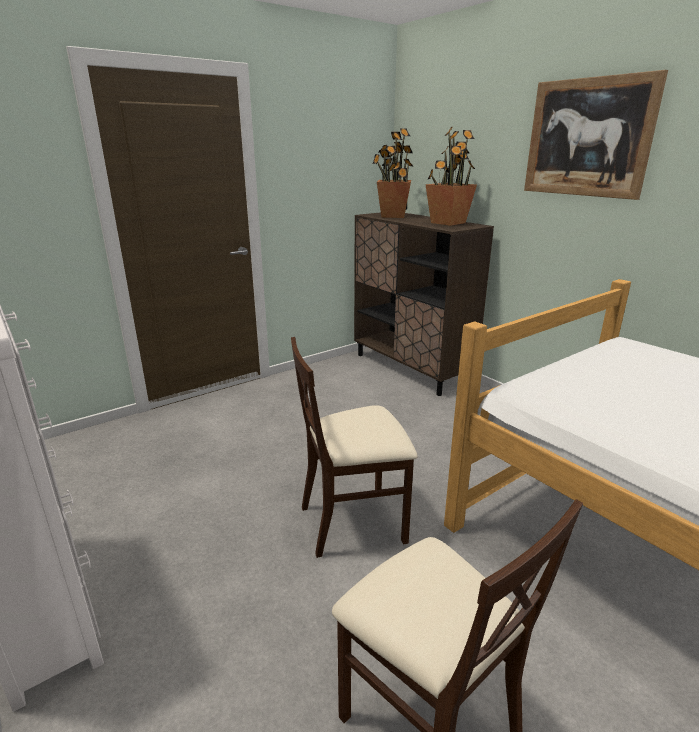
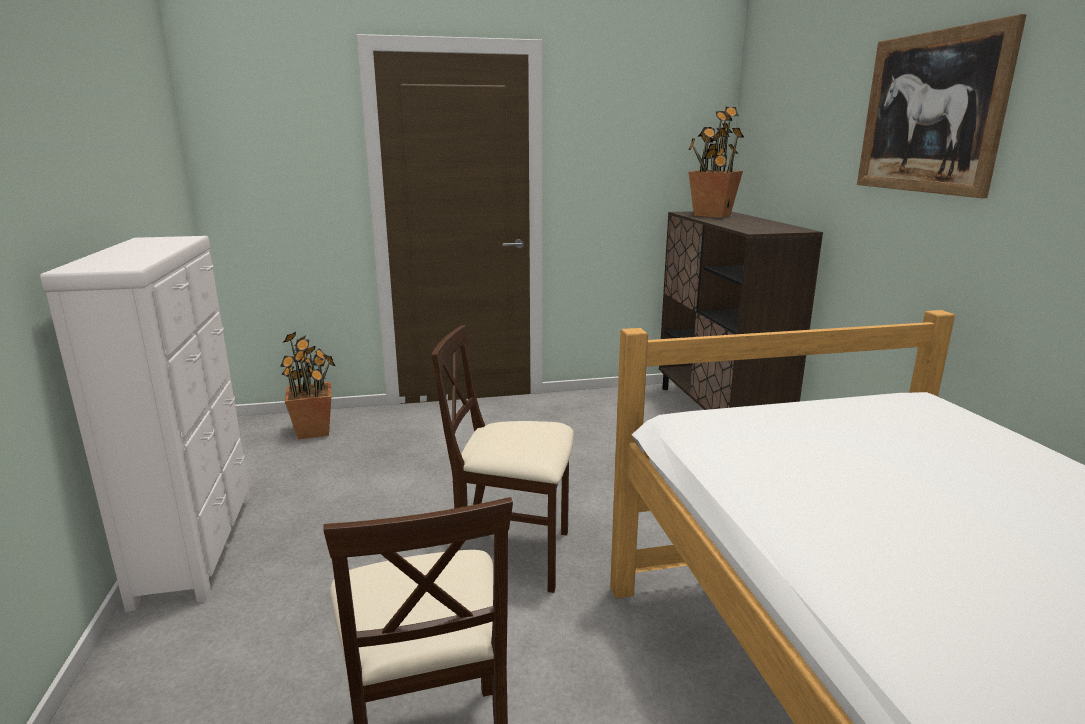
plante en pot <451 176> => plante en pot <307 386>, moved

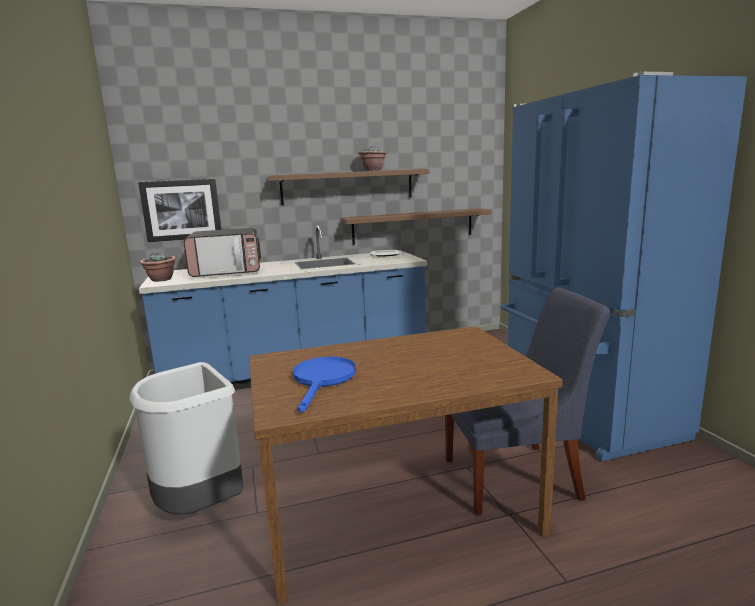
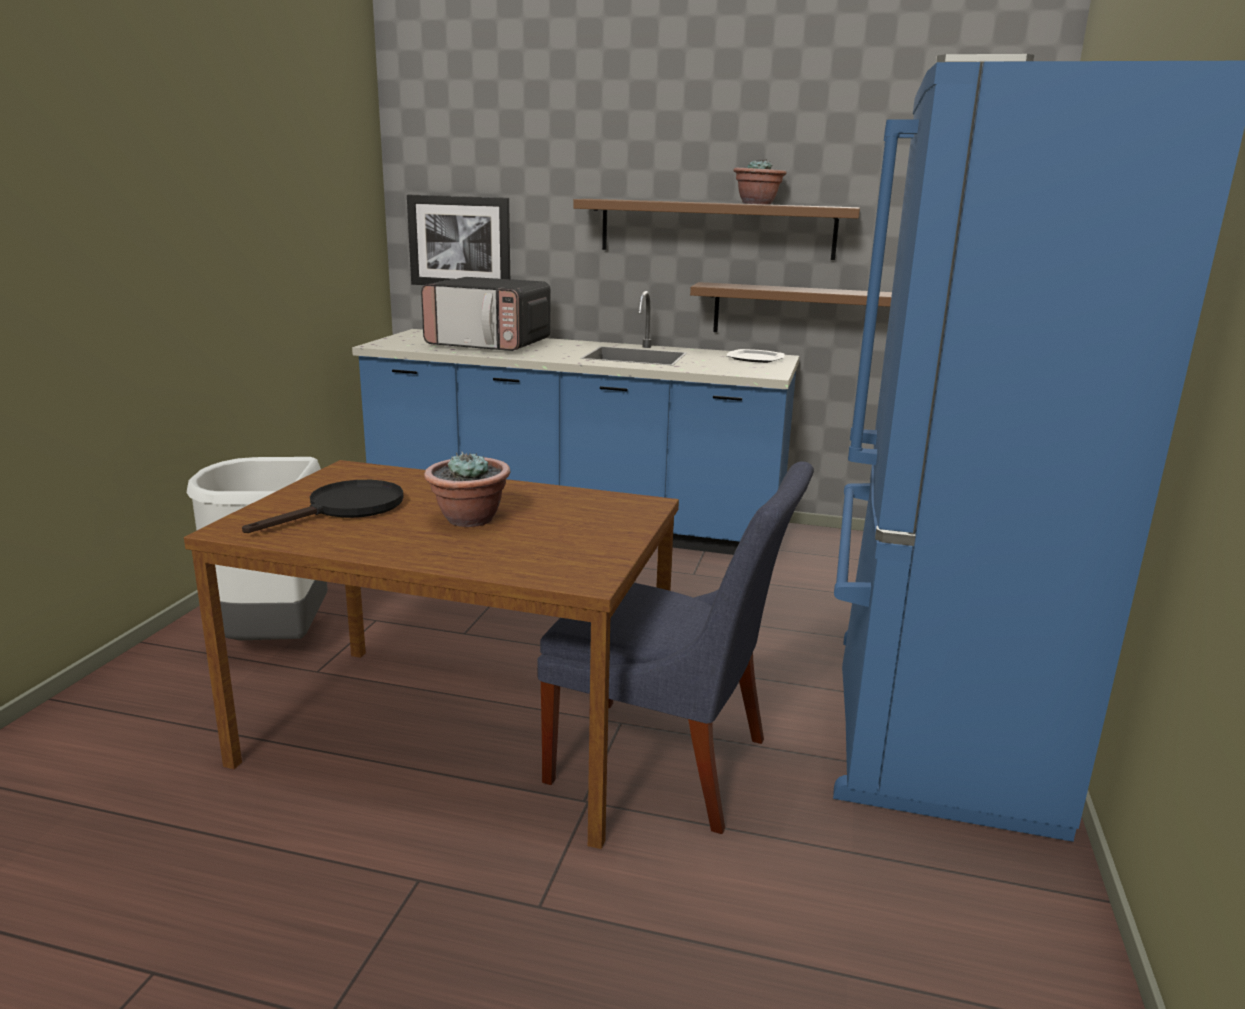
poêle (bleu) <324 384> => poêle (noir) <322 506>
plante en pot <158 267> => plante en pot <467 489>, moved

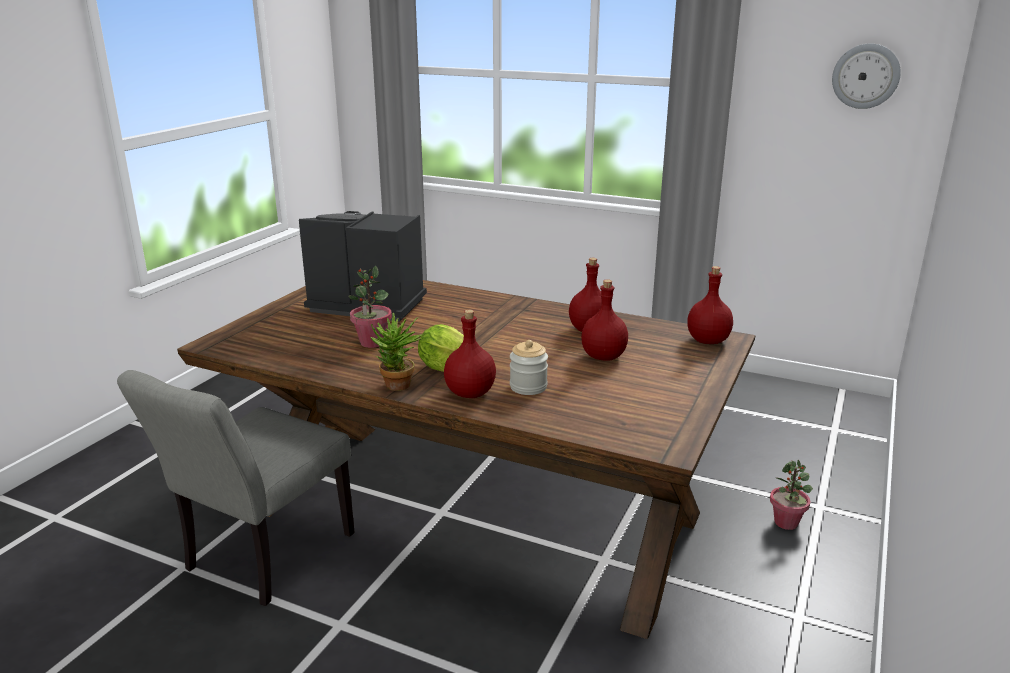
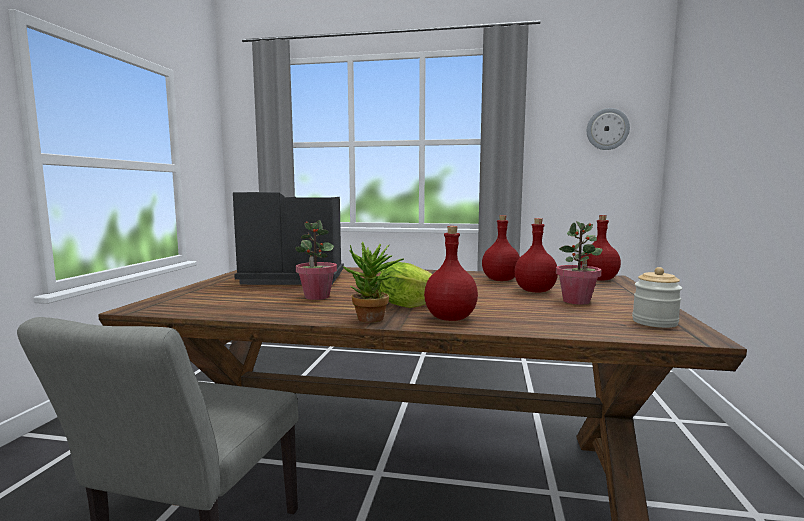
plante en pot <791 495> => plante en pot <579 263>, moved
bocal <529 367> => bocal <657 297>, moved

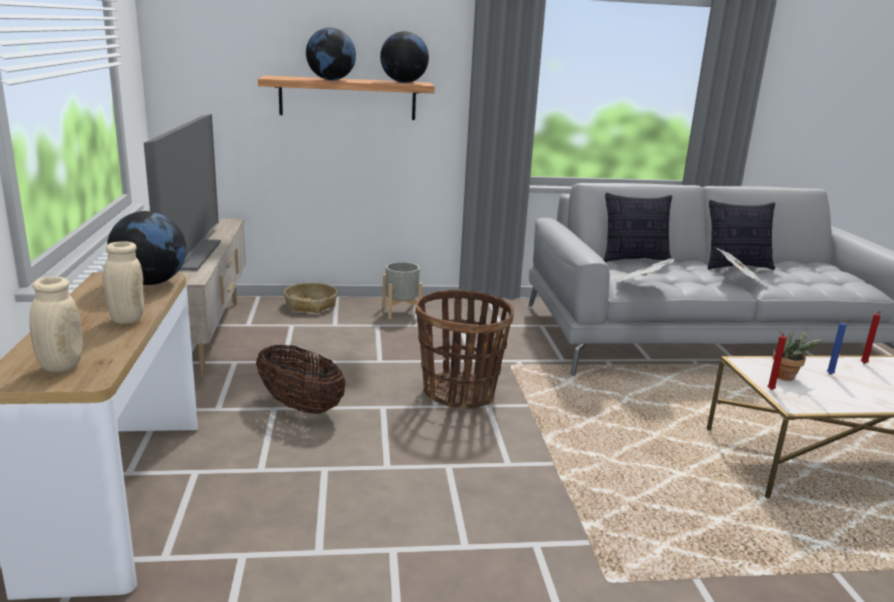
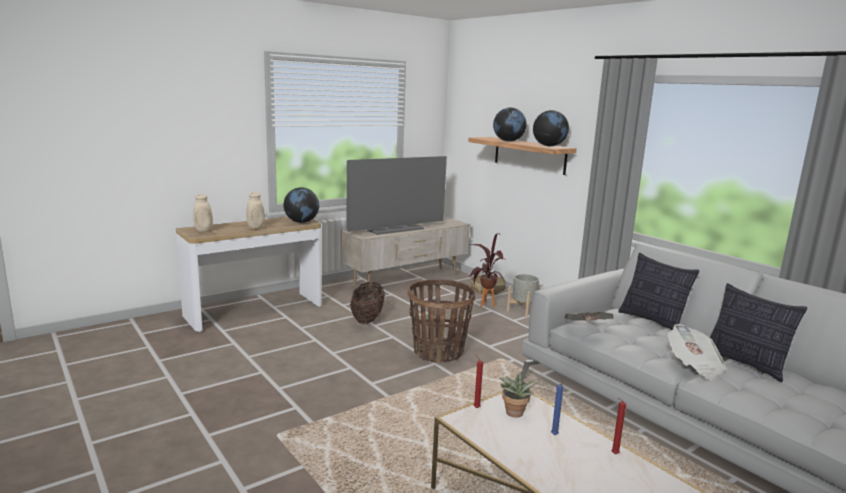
nothing => plante en pot <486 270>

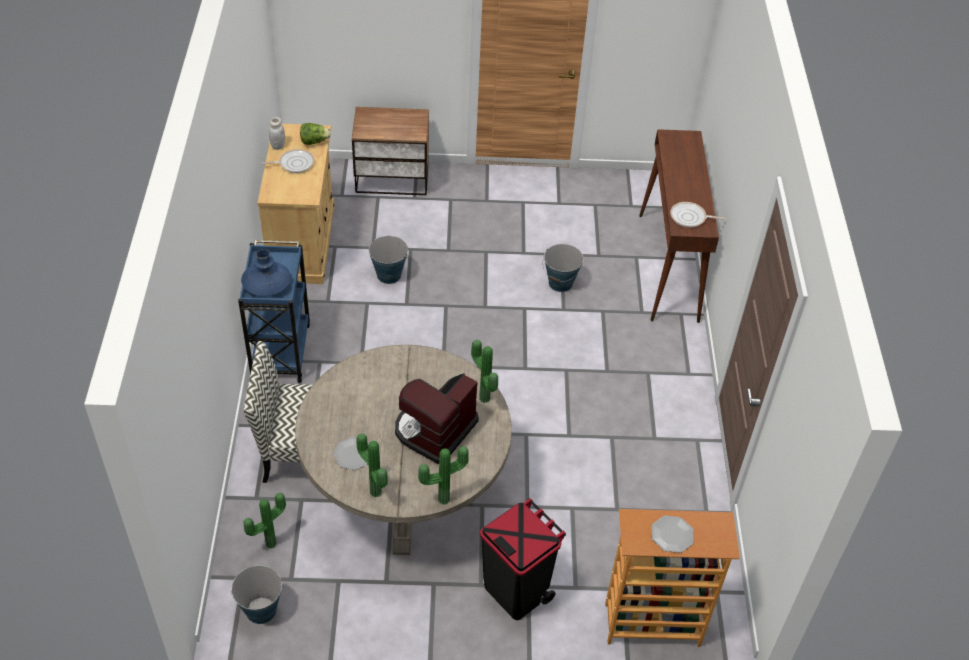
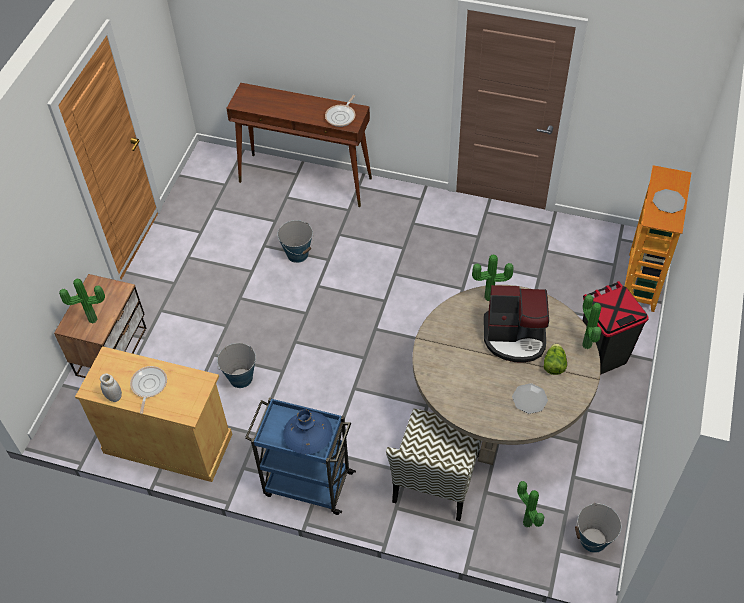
plante en pot <372 465> => plante en pot <82 301>, moved
machine à café <437 418> => machine à café <516 323>, 45 degrees counterclockwise
laitue <315 134> => laitue <555 359>, moved

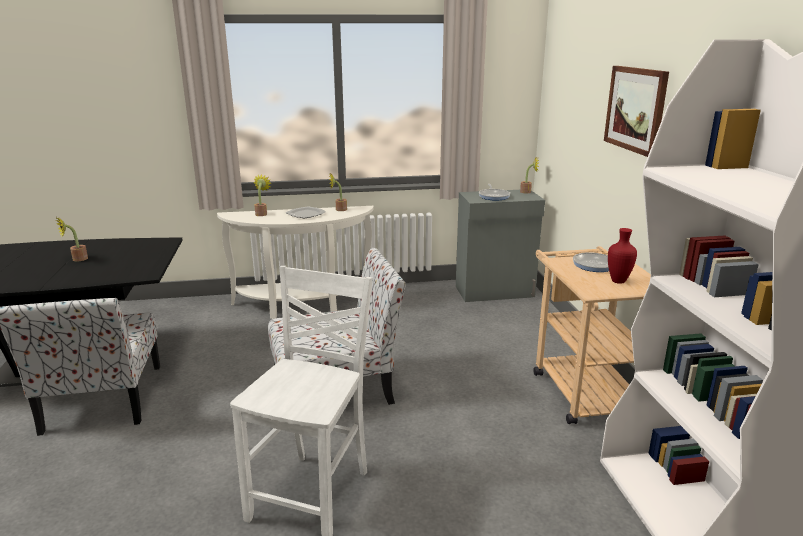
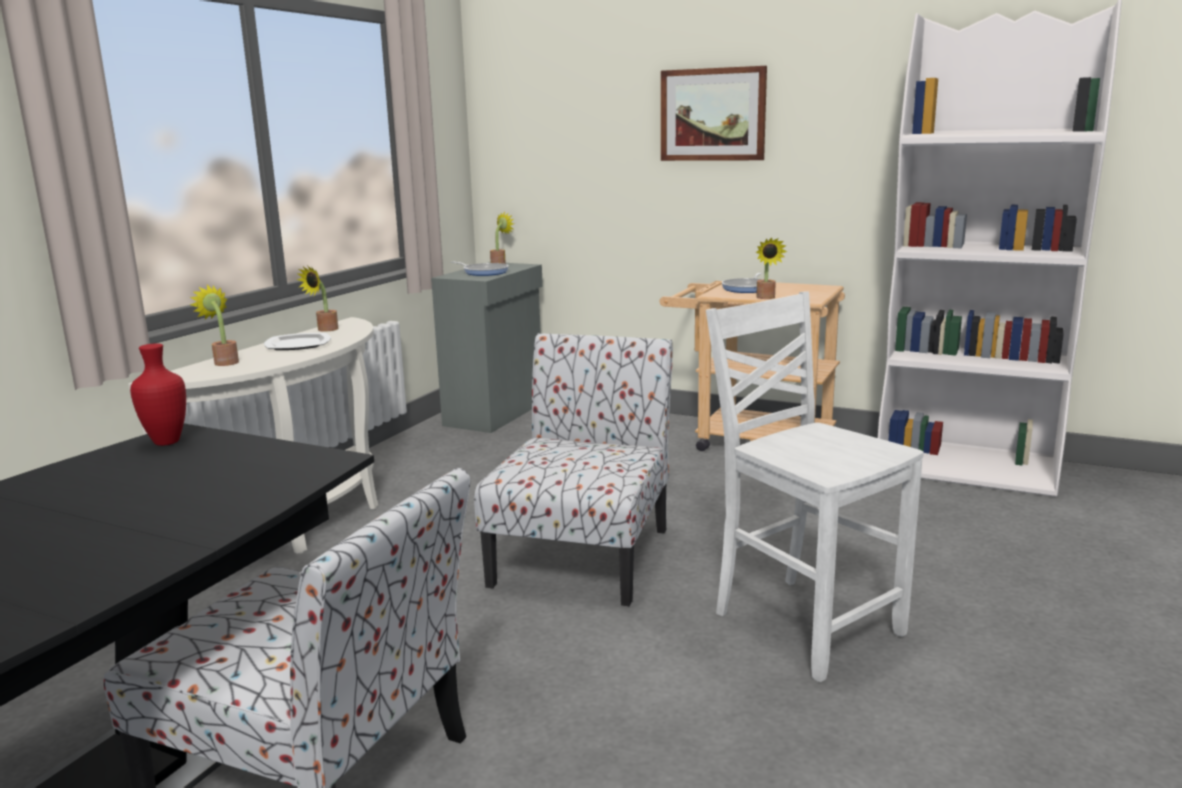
vase (rouge) <622 256> => vase (rouge) <158 394>, moved
plante en pot <71 239> => plante en pot <771 268>, moved

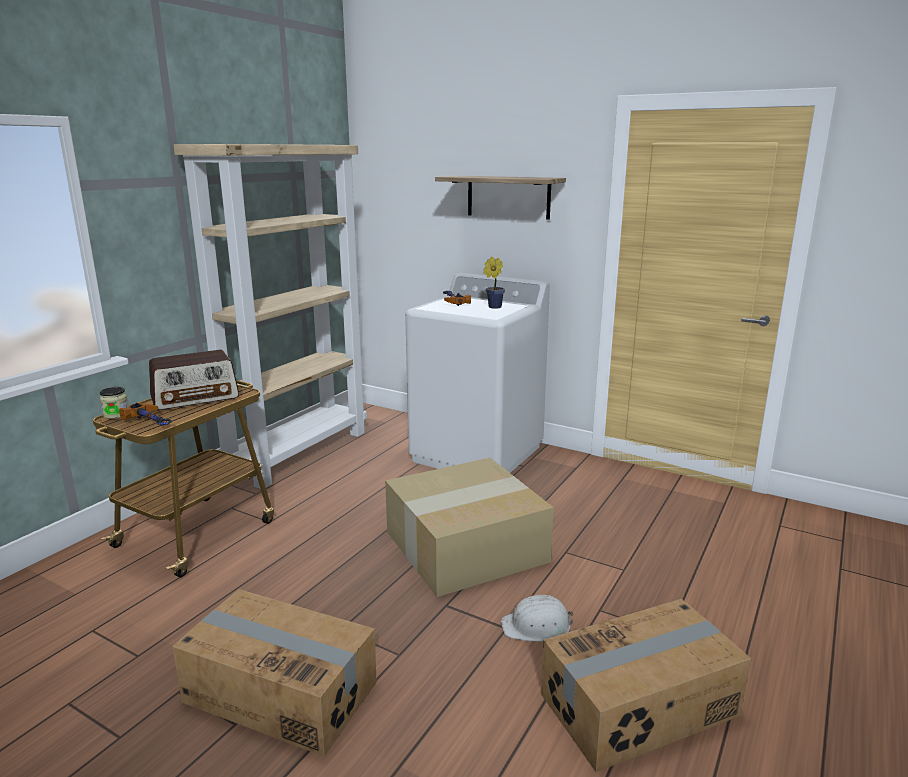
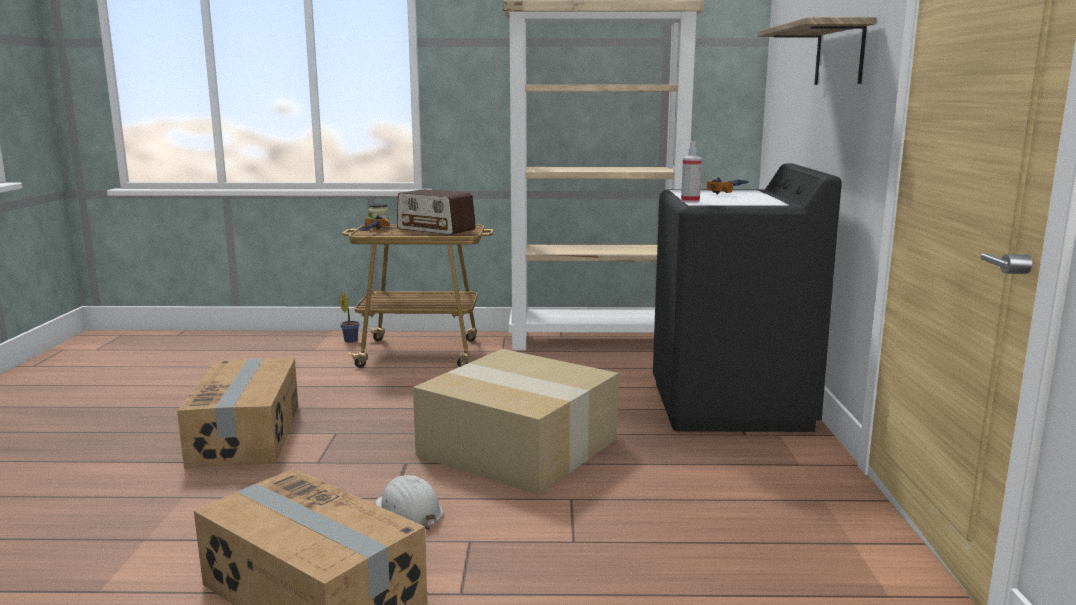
plante en pot <494 283> => plante en pot <349 317>, moved
lave-linge (blanc) <477 373> => lave-linge (noir) <747 298>
nothing => vaporisateur <691 172>

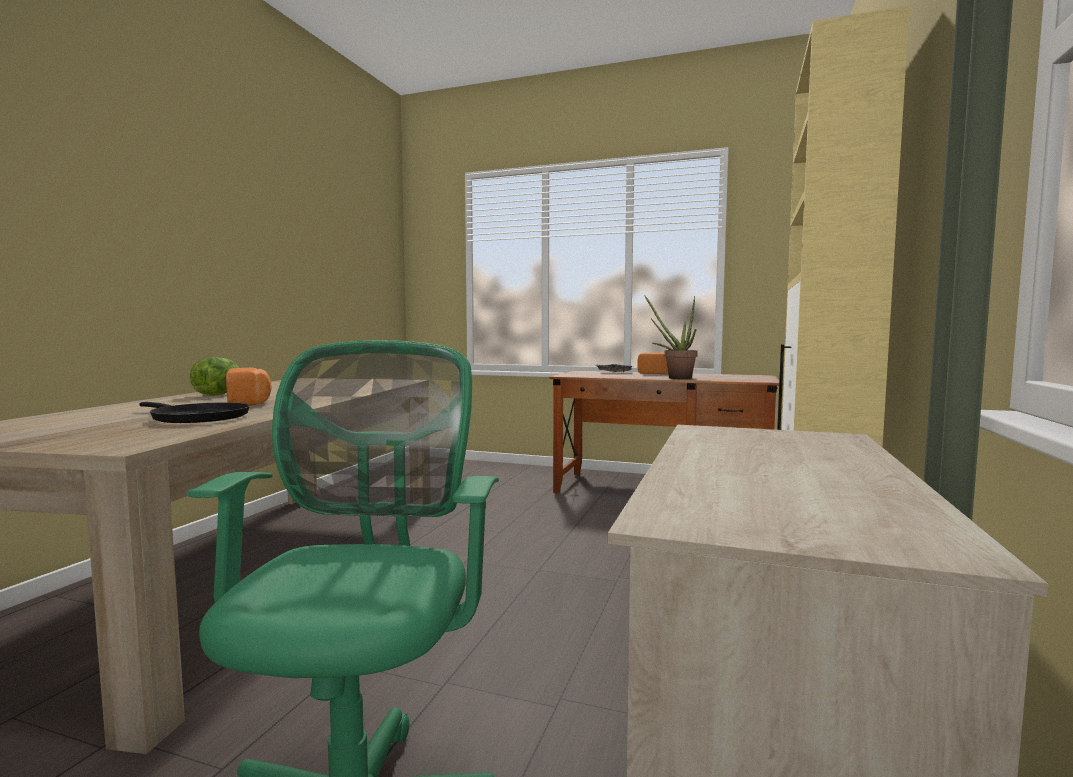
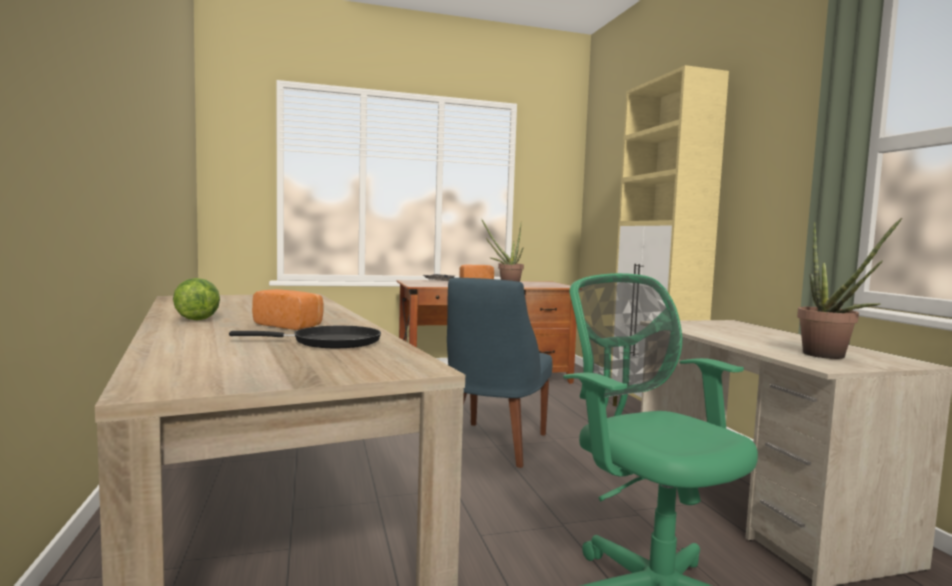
nothing => chaise (bleu) <499 373>
nothing => plante en pot <849 288>

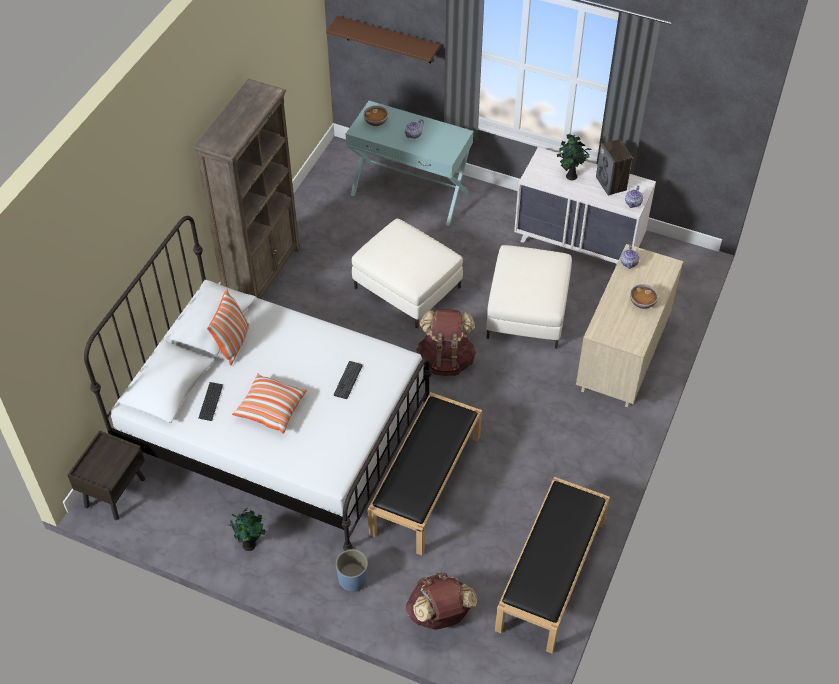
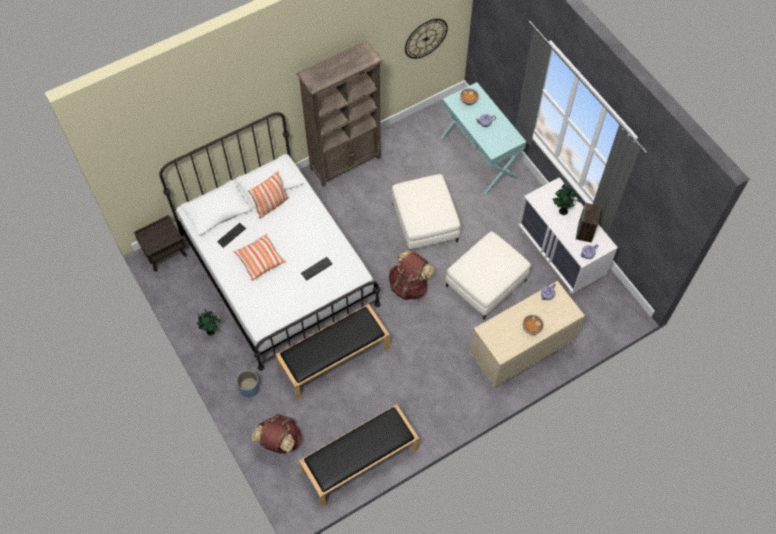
nothing => horloge murale <426 39>
étagère (marron) <383 39> => nothing

